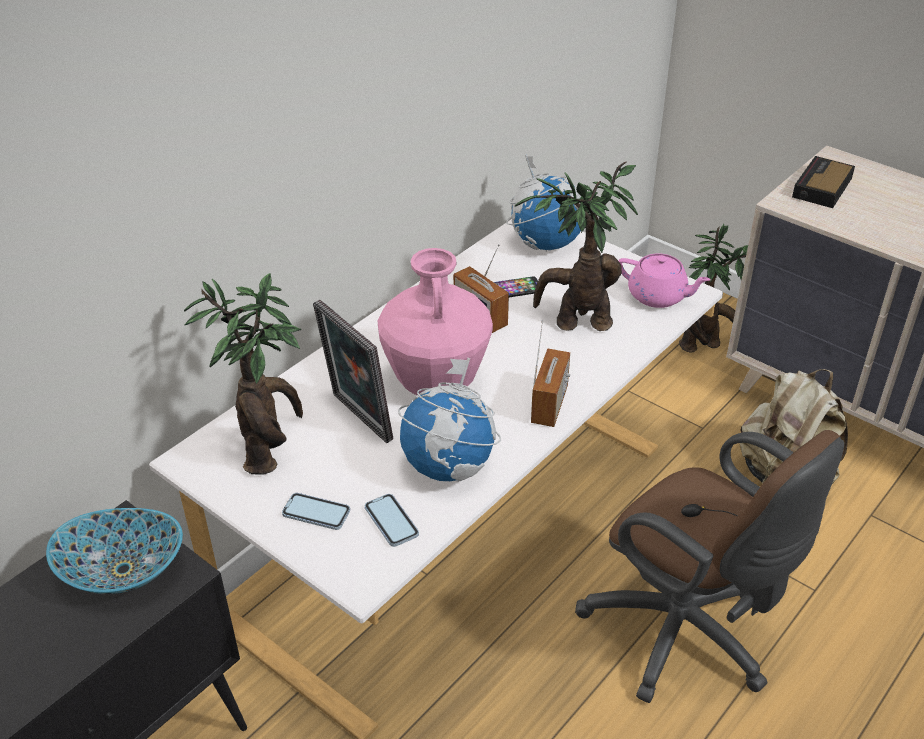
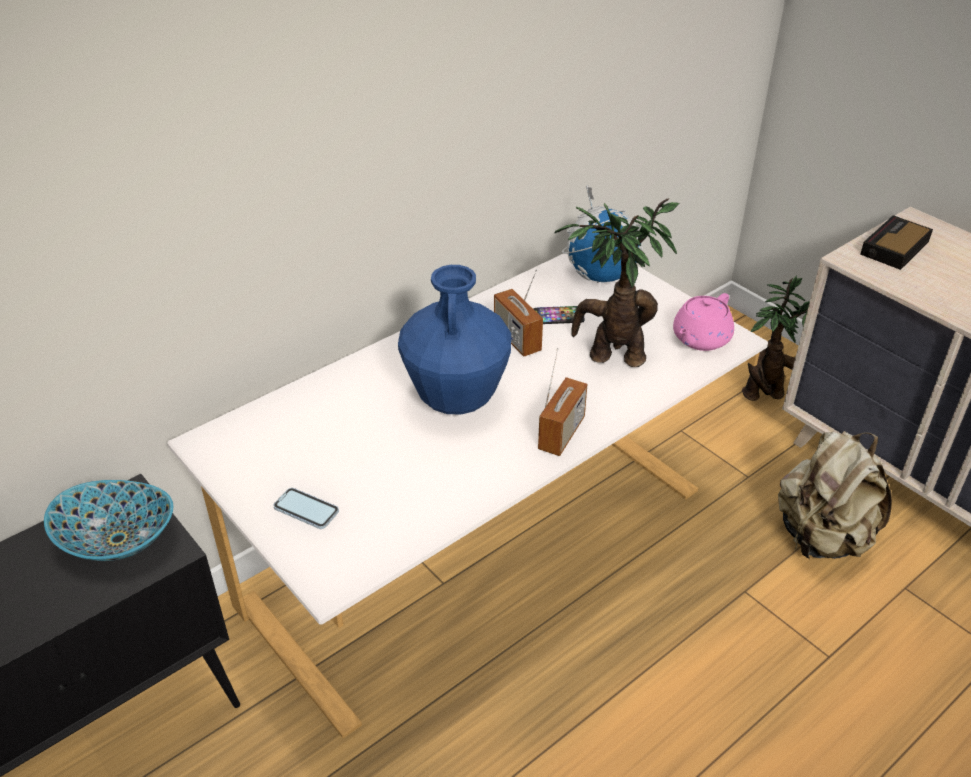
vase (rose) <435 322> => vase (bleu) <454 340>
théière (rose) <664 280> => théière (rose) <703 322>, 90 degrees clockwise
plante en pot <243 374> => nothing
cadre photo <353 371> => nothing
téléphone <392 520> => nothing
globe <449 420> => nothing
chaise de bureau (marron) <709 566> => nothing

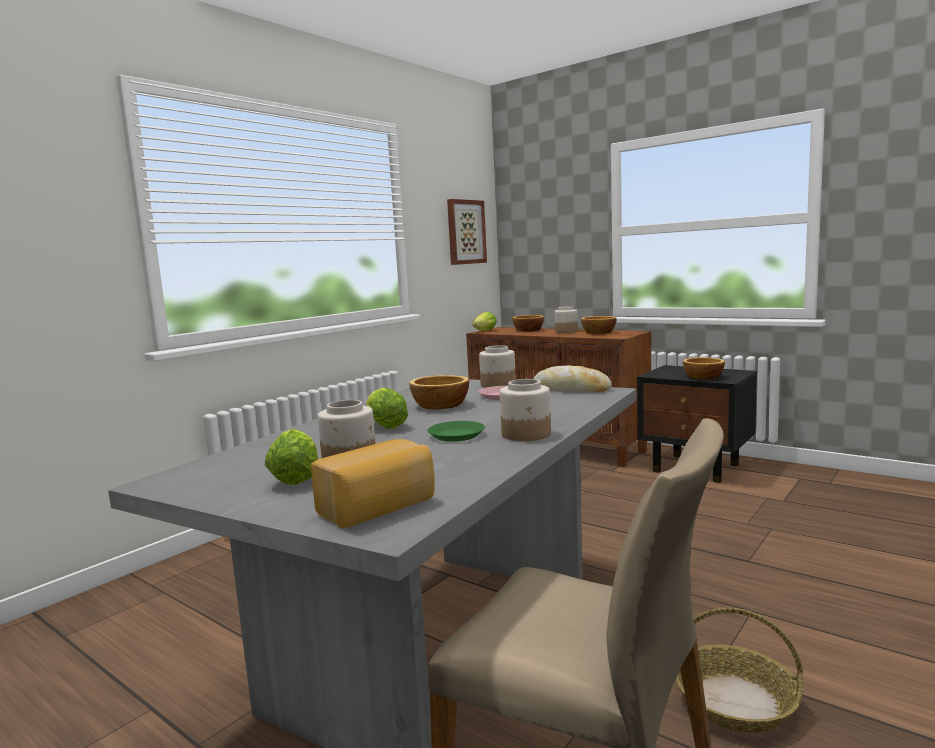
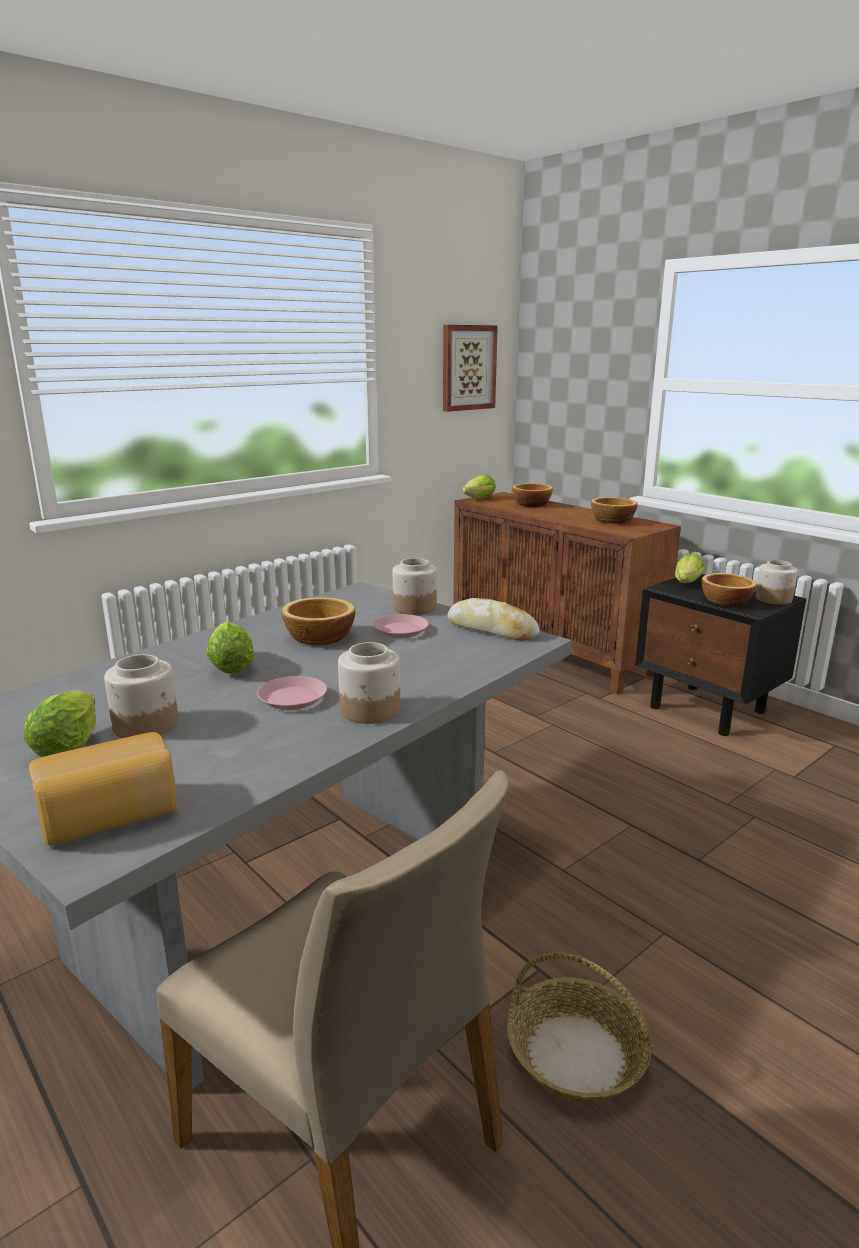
assiette (vert) <456 431> => assiette (rose) <292 693>
nothing => laitue <690 568>
bocal <566 319> => bocal <776 582>, moved

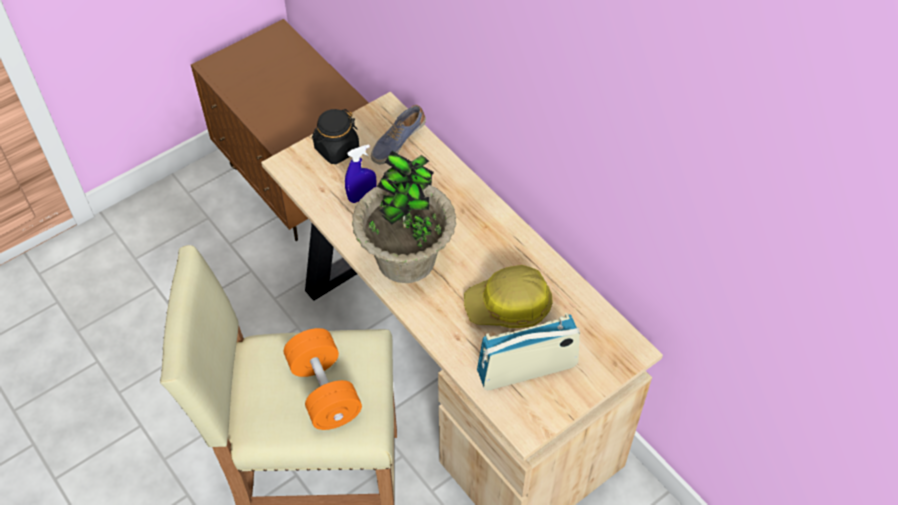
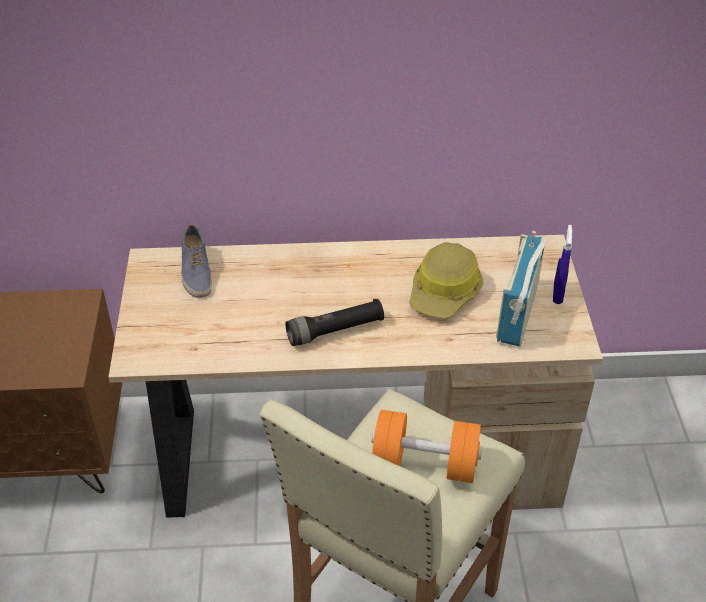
plante en pot <404 217> => lampe de poche (noir) <334 322>
vaporisateur (bleu) <361 173> => vaporisateur (bleu) <562 264>, moved
bocal (noir) <335 136> => nothing

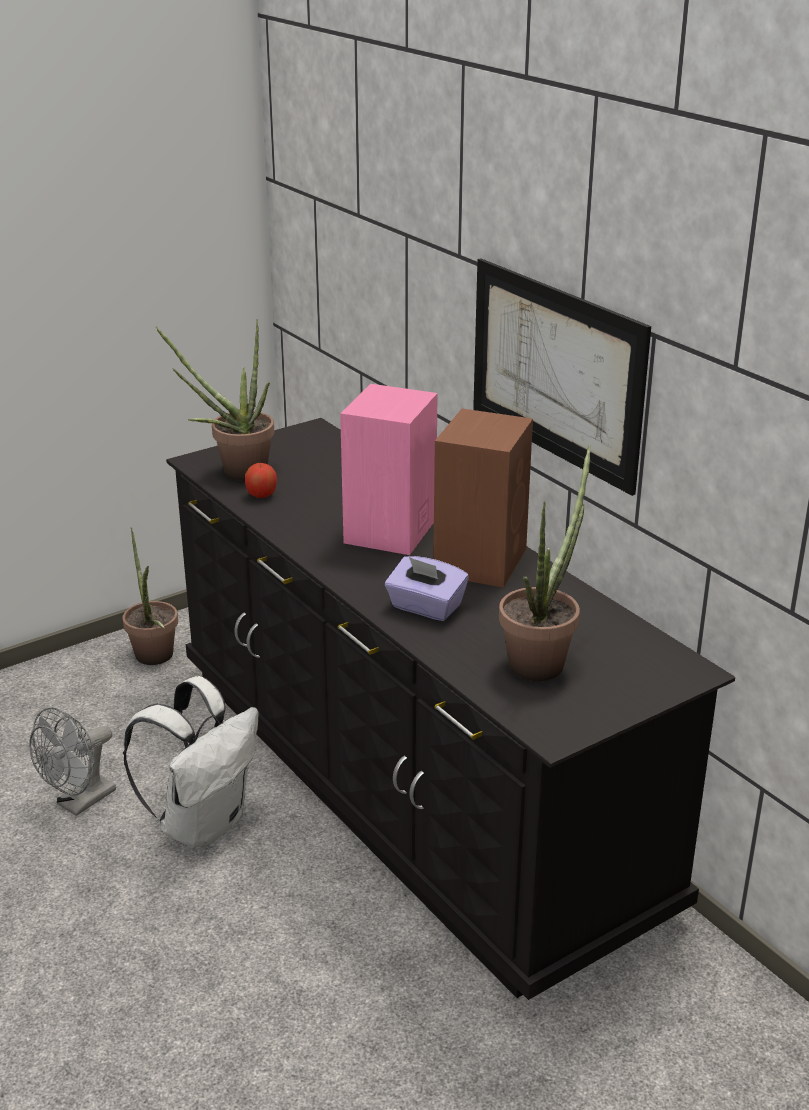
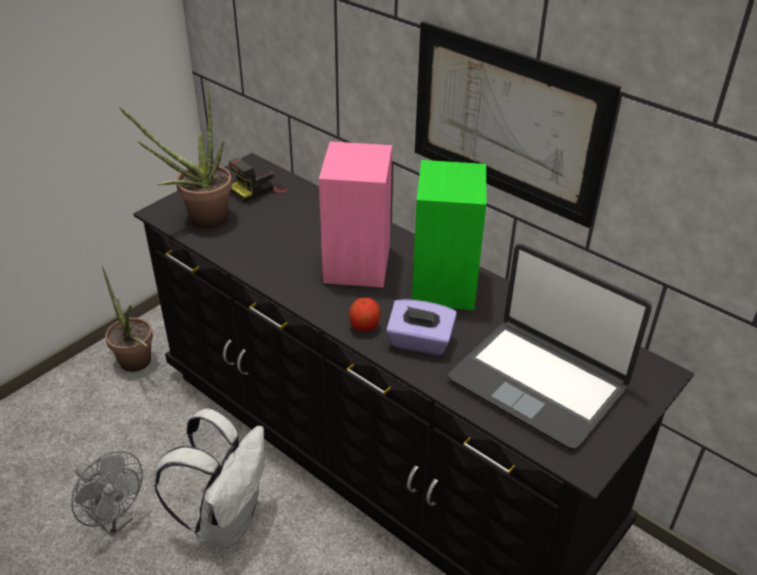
ventilateur (gris) <72 761> => ventilateur (gris) <107 493>, 75 degrees counterclockwise
nothing => appareil photo <258 180>
pomme <261 480> => pomme <365 314>, moved
enceinte (marron) <483 498> => enceinte (vert) <449 235>
plante en pot <544 563> => ordinateur portable <550 347>

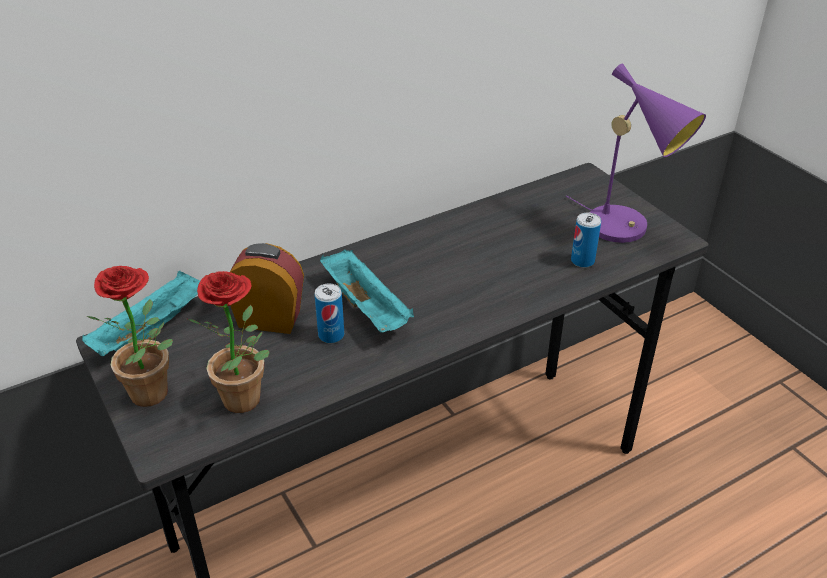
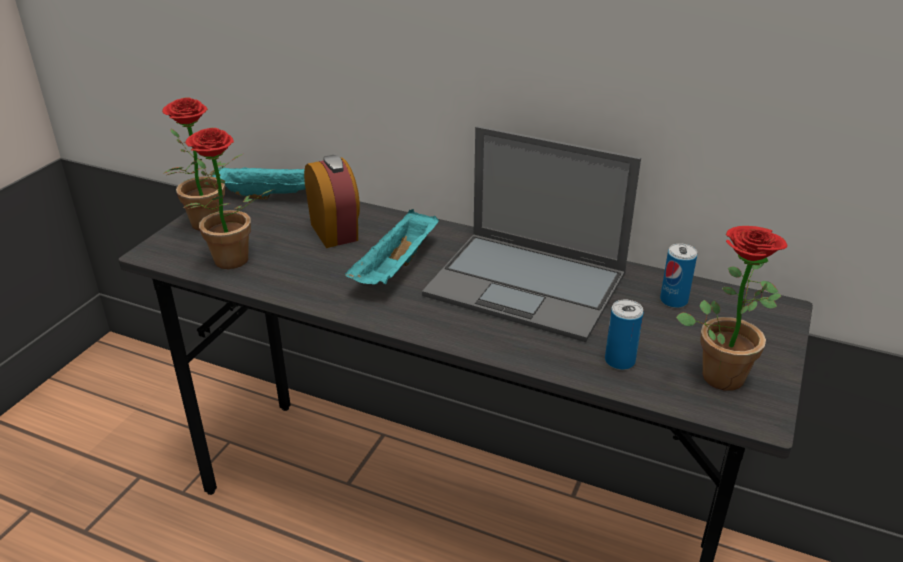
nothing => ordinateur portable <531 234>
boîte métallique <329 313> => boîte métallique <678 275>, moved
lampe de table (violet) <636 153> => plante en pot <731 308>

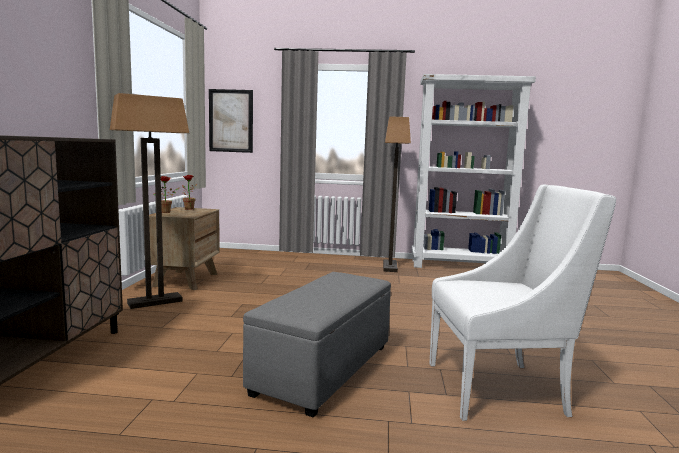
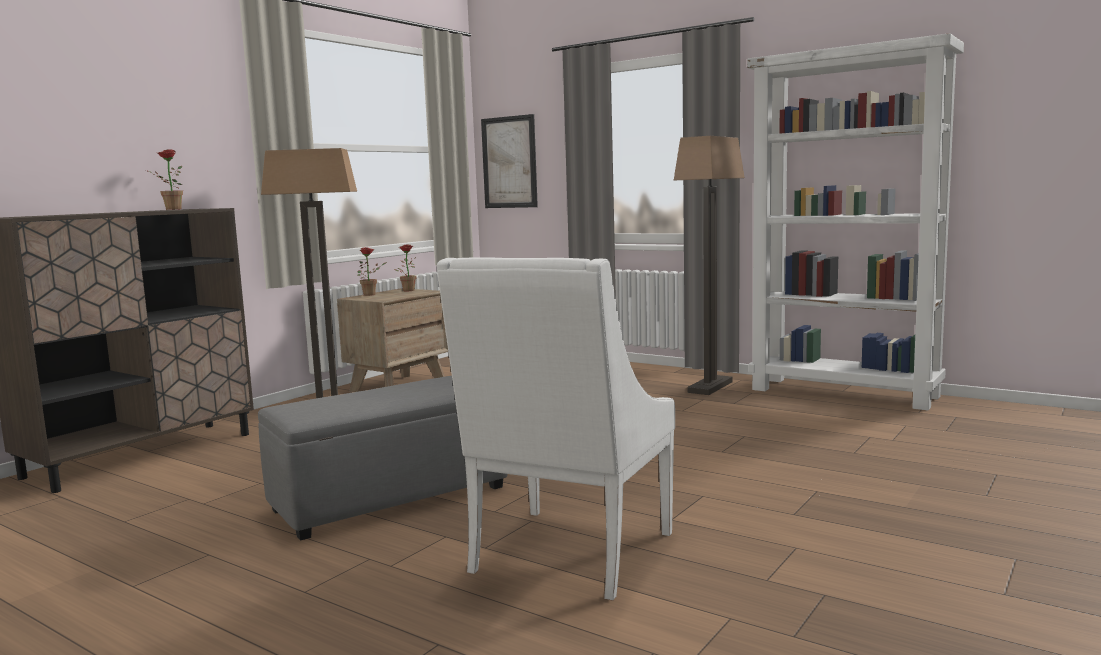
nothing => plante en pot <164 179>
fauteuil (blanc) <522 303> => fauteuil (blanc) <556 429>, 90 degrees clockwise

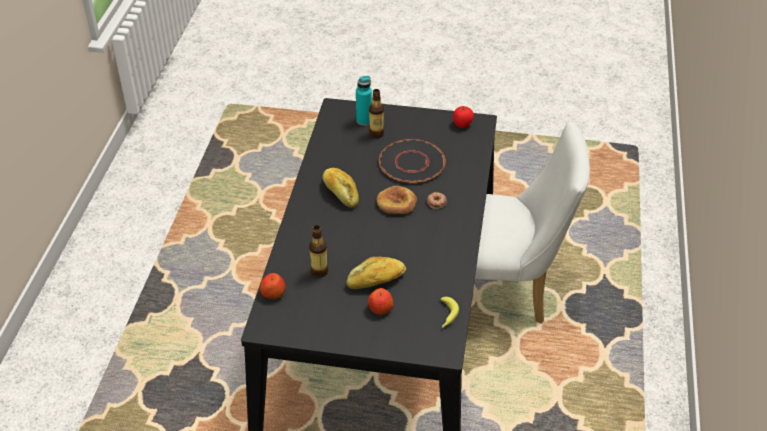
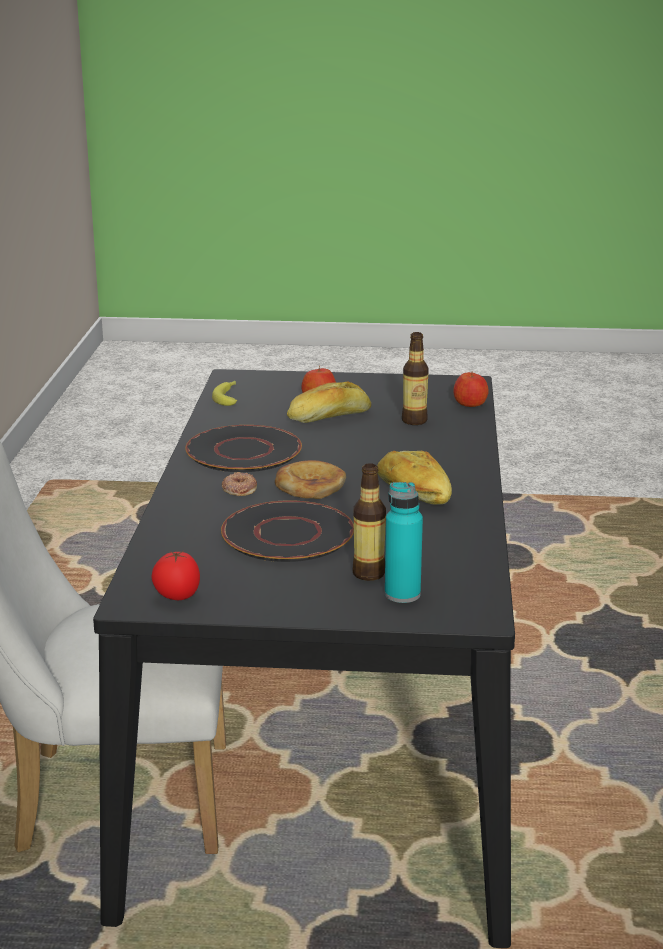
nothing => assiette (noir) <243 448>

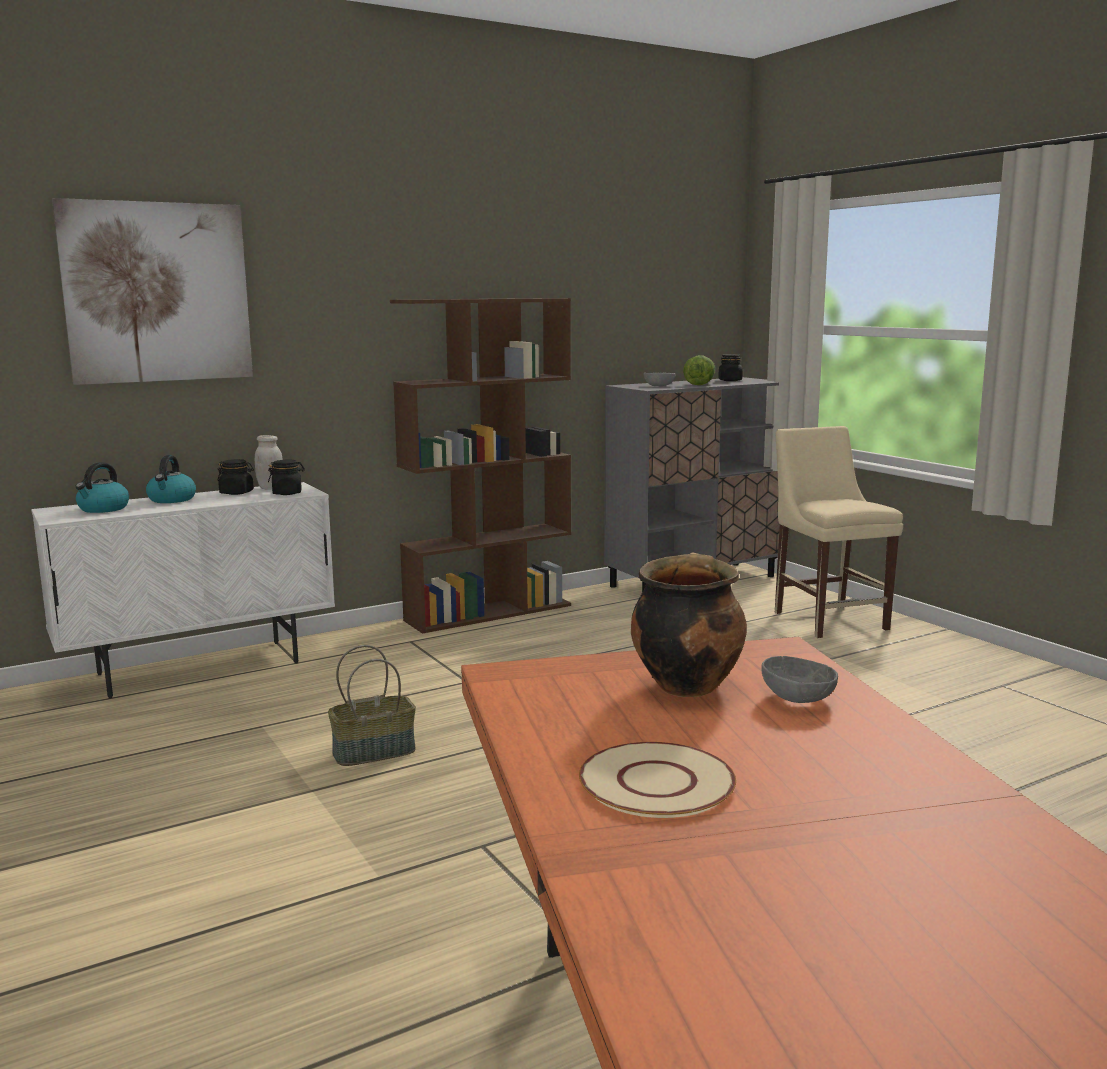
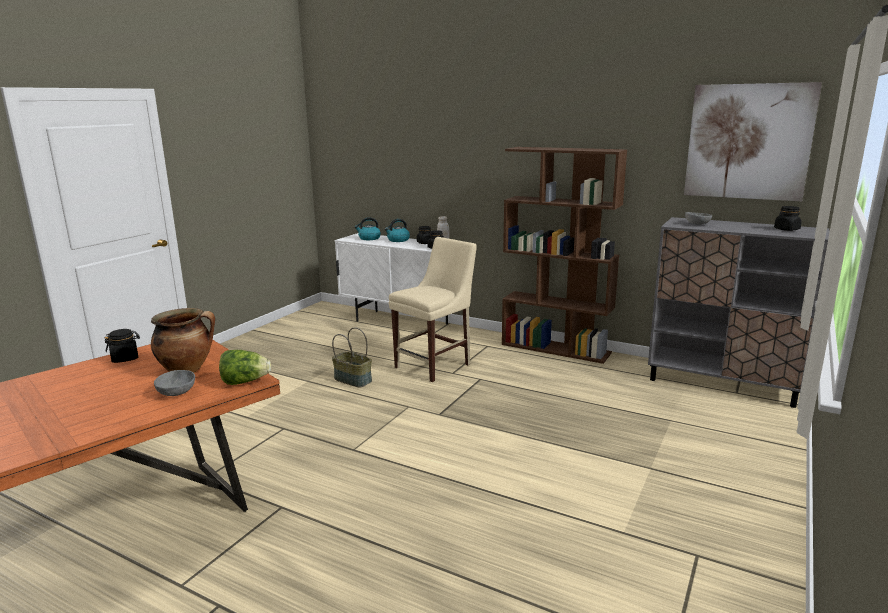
nothing => bocal (noir) <122 346>
laitue <699 370> => laitue <245 367>, moved
chaise (beige) <839 532> => chaise (beige) <433 309>, moved
tableau <152 291> => tableau <753 142>, moved
assiette (beige) <657 780> => nothing

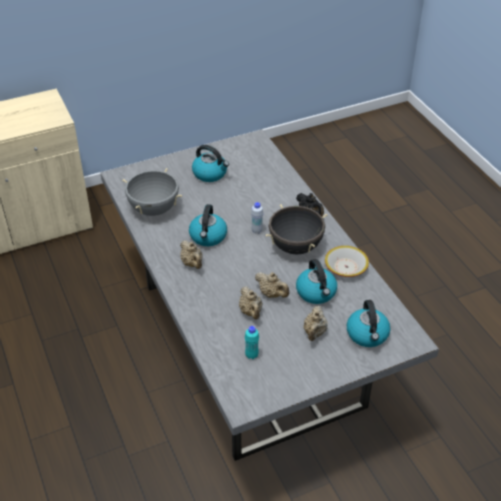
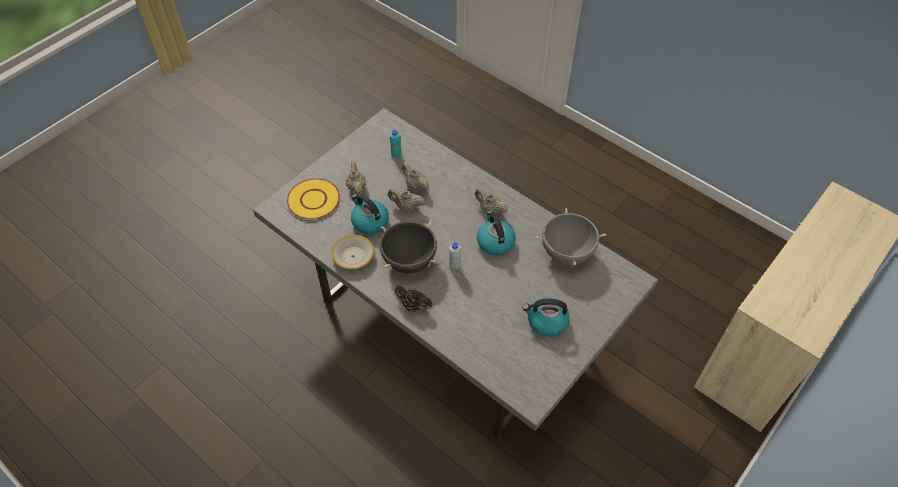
bouilloire <368 323> => assiette (jaune) <313 198>

